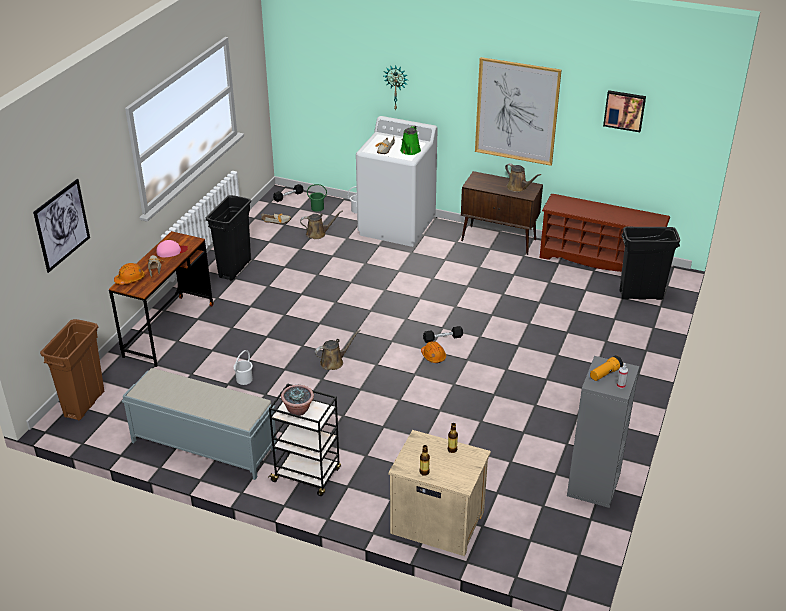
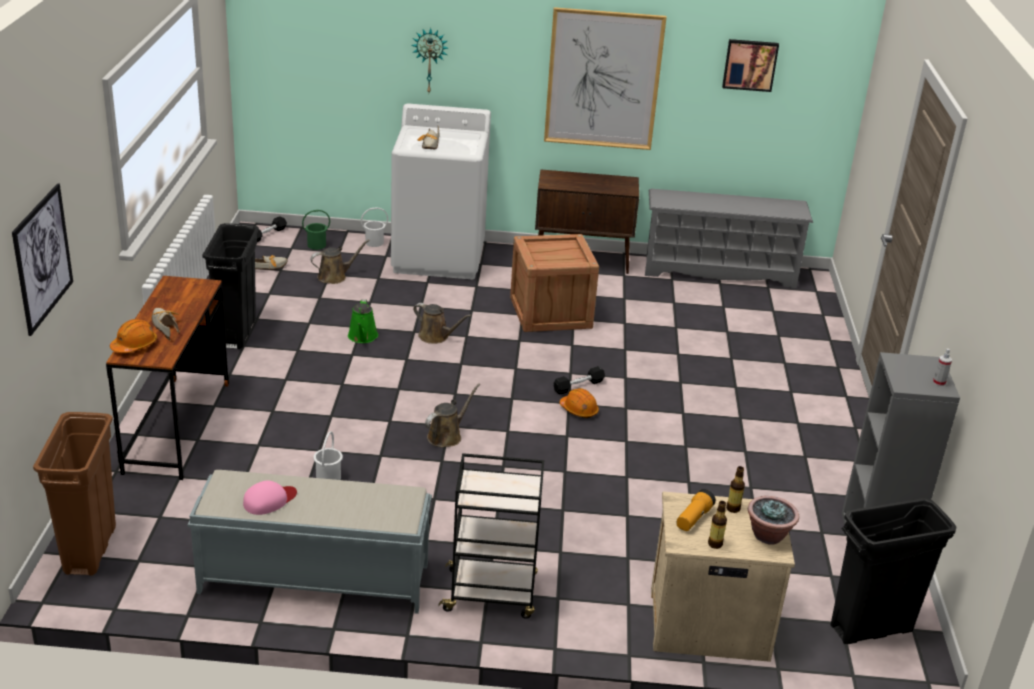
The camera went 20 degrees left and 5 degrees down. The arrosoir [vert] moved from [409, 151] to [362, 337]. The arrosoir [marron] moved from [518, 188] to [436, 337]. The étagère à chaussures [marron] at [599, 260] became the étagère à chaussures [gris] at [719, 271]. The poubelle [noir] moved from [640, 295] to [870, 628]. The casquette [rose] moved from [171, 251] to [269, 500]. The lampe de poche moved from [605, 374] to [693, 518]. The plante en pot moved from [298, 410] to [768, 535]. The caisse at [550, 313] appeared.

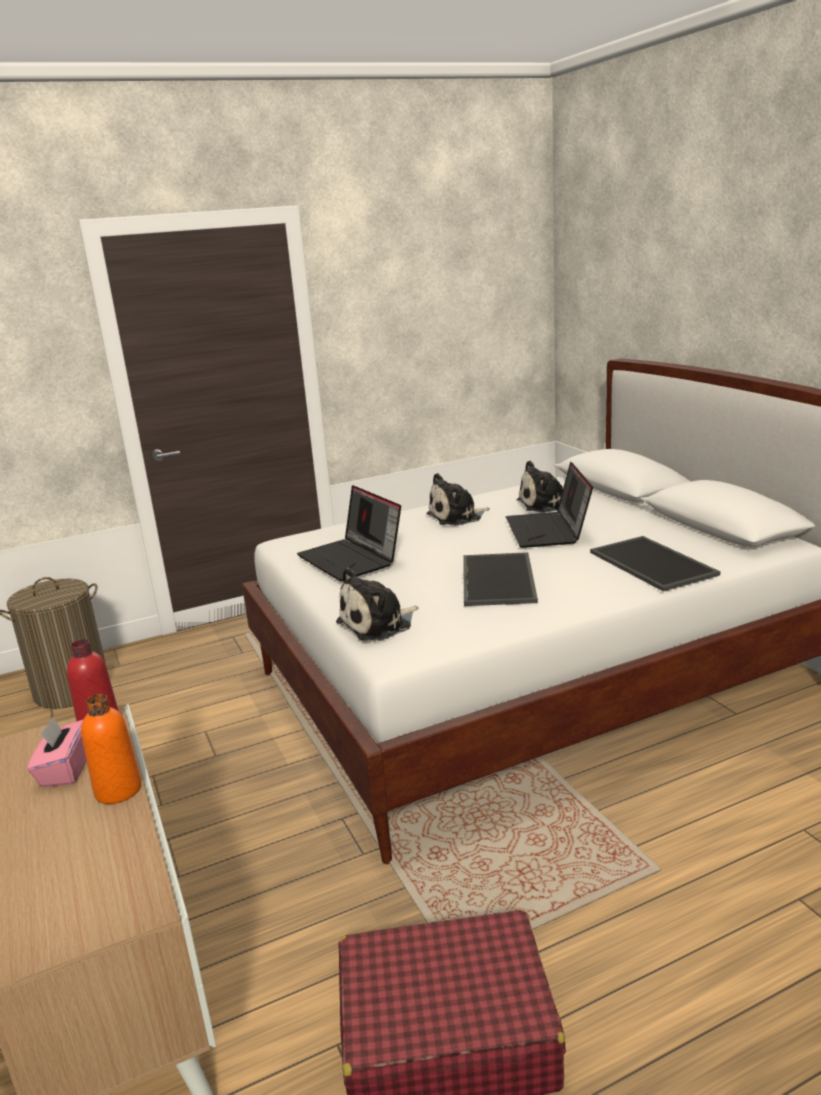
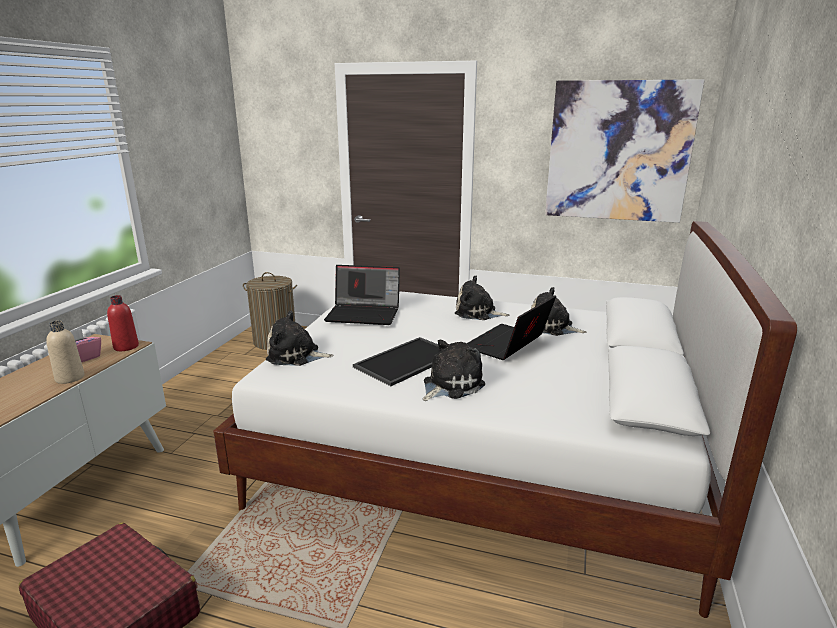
The camera went 40 degrees right and 0 degrees up. The ordinateur portable at [352, 559] turned 90 degrees counterclockwise. The plateau at [654, 563] disappeared. The bouteille [orange] at [118, 790] became the bouteille [beige] at [70, 378]. The tableau at [618, 152] appeared. The peluche at [450, 385] appeared.

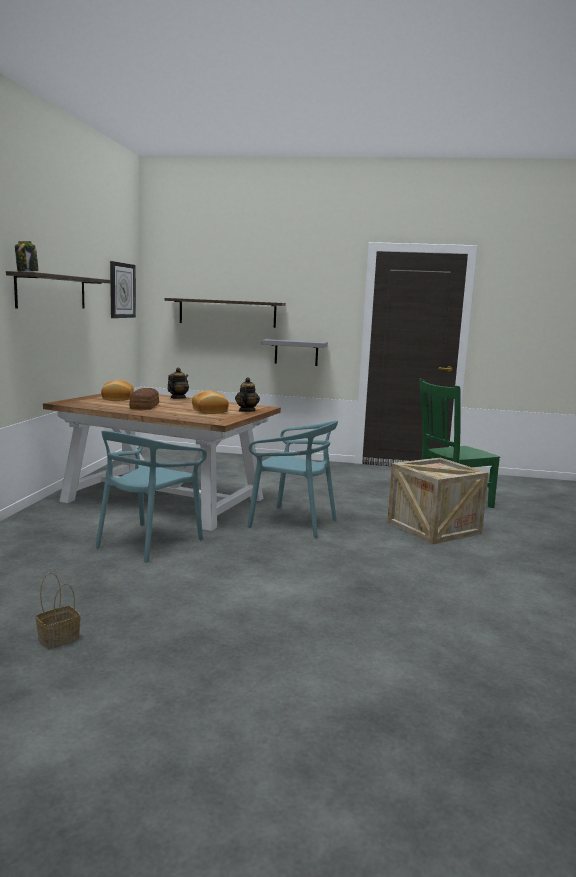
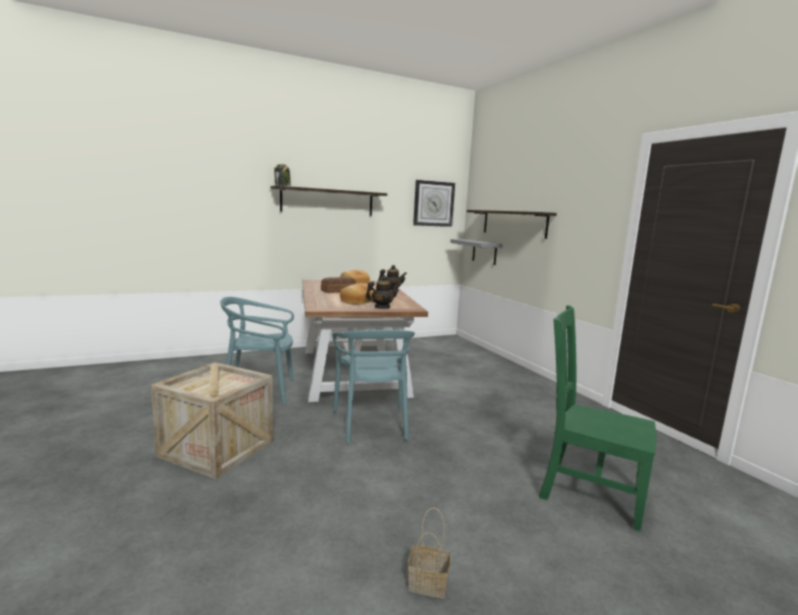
The camera went 55 degrees right and 0 degrees up. The étagère [gris] moved from [296, 352] to [484, 252]. The caisse moved from [433, 528] to [216, 449]. The panier moved from [58, 639] to [426, 584].

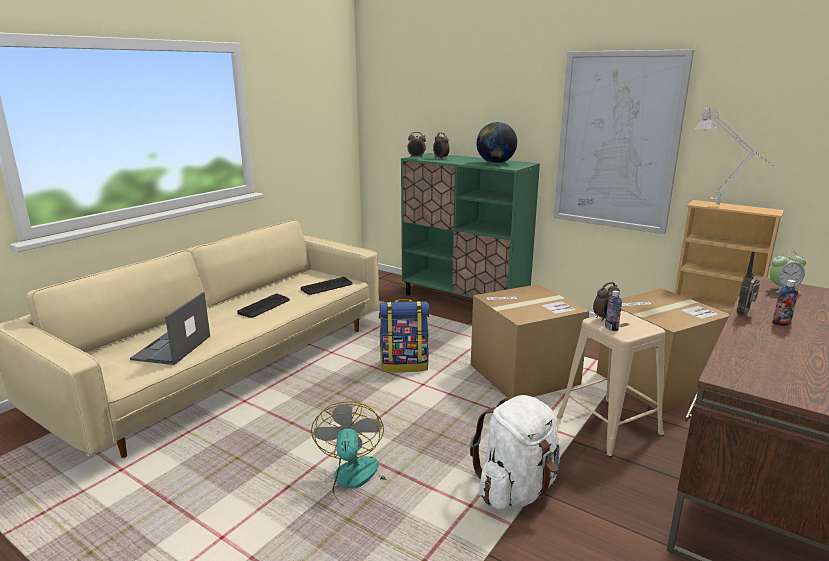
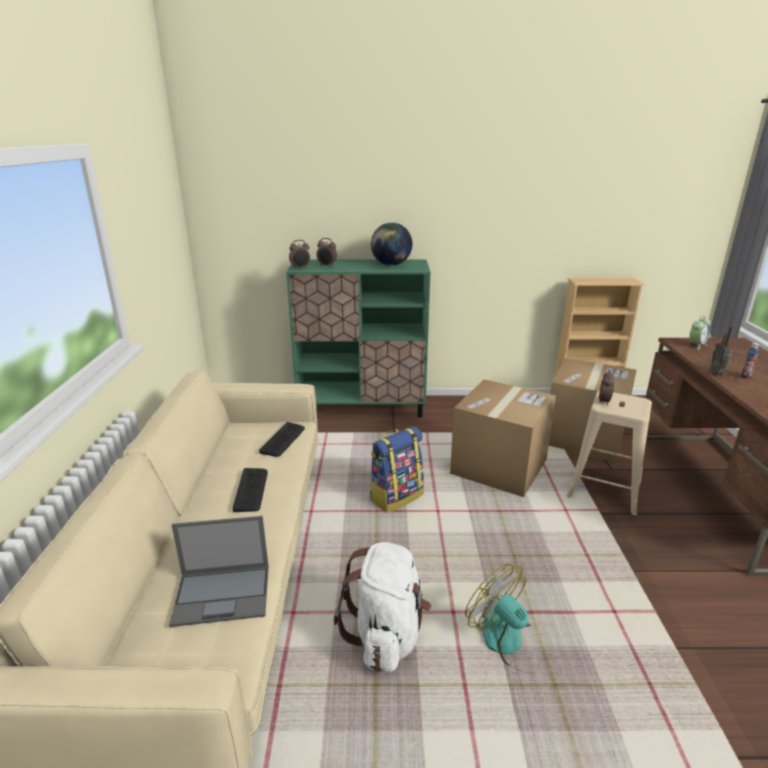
The camera went 35 degrees left and 5 degrees up. The tableau at [617, 142] disappeared. The lampe de table [gris] at [723, 206] disappeared. The bouteille at [611, 328] disappeared. The ordinateur portable at [171, 348] turned 75 degrees counterclockwise. The sac à dos [blanc] moved from [516, 489] to [386, 635].

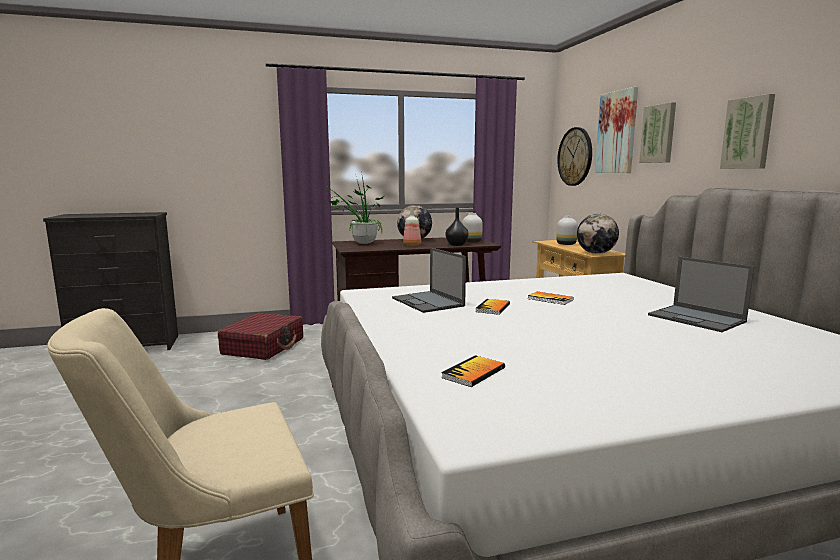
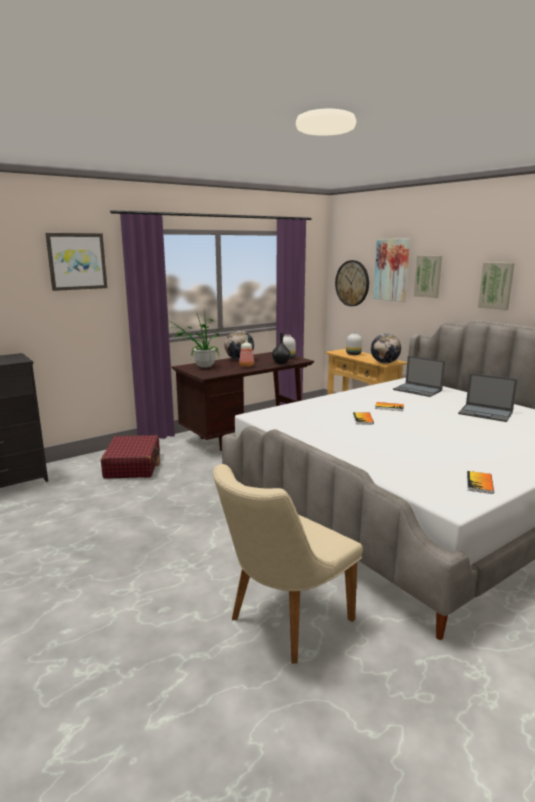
The camera went 20 degrees left and 5 degrees up. The ordinateur portable moved from [428, 302] to [418, 390]. The livre moved from [473, 373] to [479, 483]. The tableau at [77, 261] appeared.

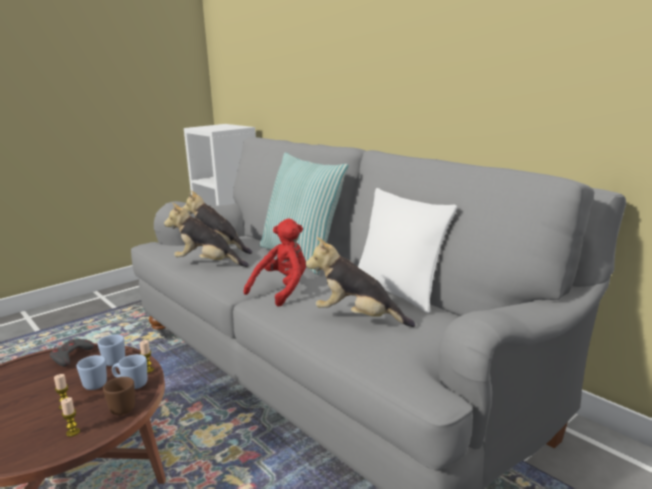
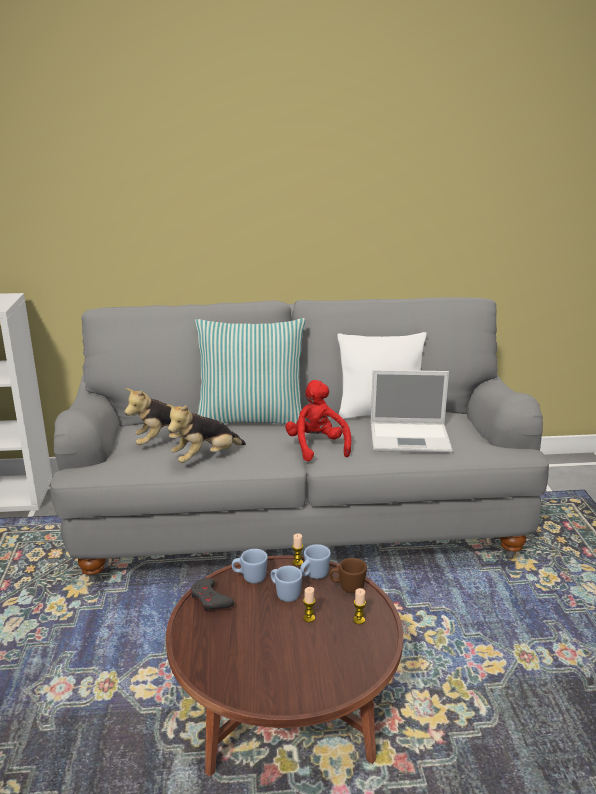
The camera went 55 degrees left and 5 degrees up. The peluche at [358, 318] was replaced by the ordinateur portable at [411, 438].

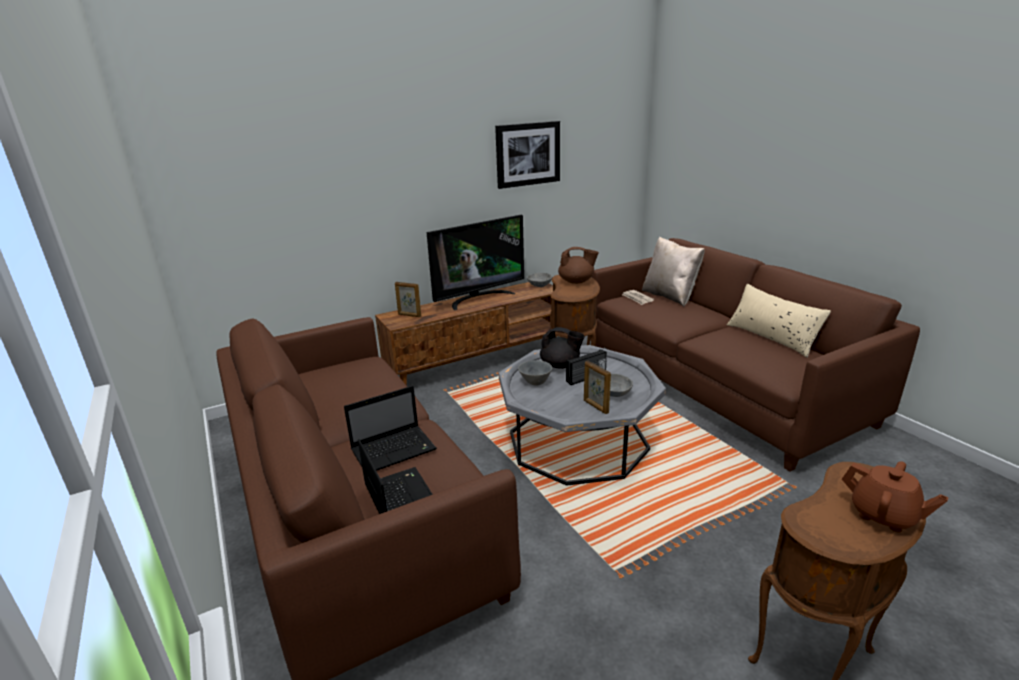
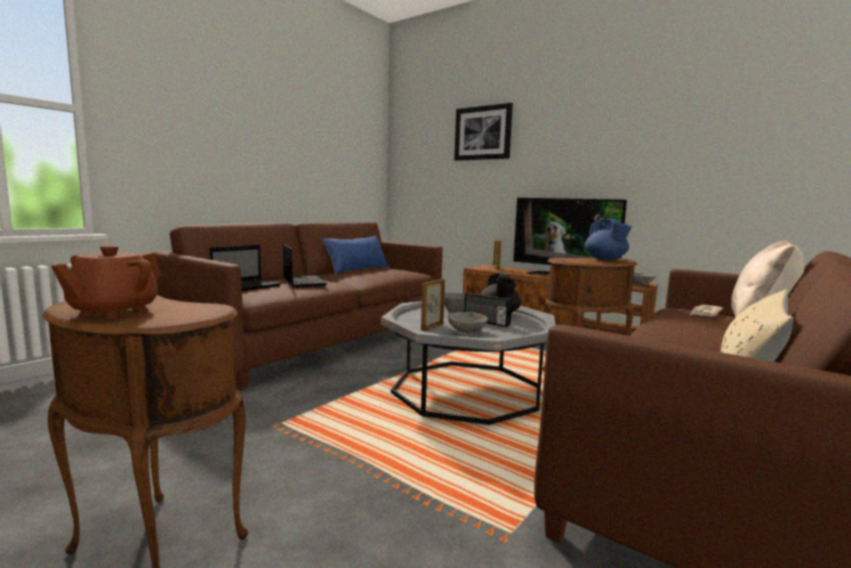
The camera went 65 degrees right and 15 degrees down. The tableau moved from [528, 154] to [483, 133]. The théière [marron] at [577, 282] became the théière [bleu] at [605, 260]. The ordinateur portable at [395, 450] turned 150 degrees counterclockwise. The coussin [bleu] at [357, 269] appeared.

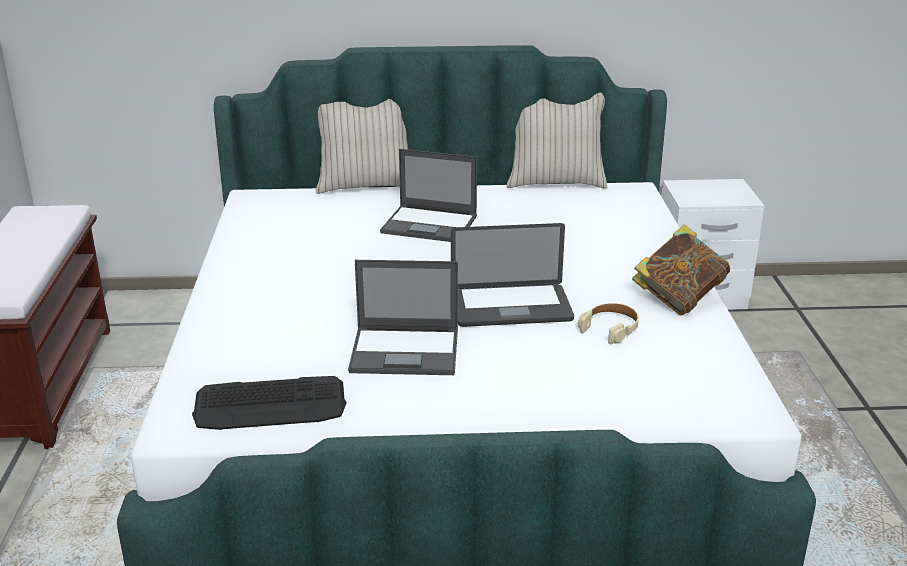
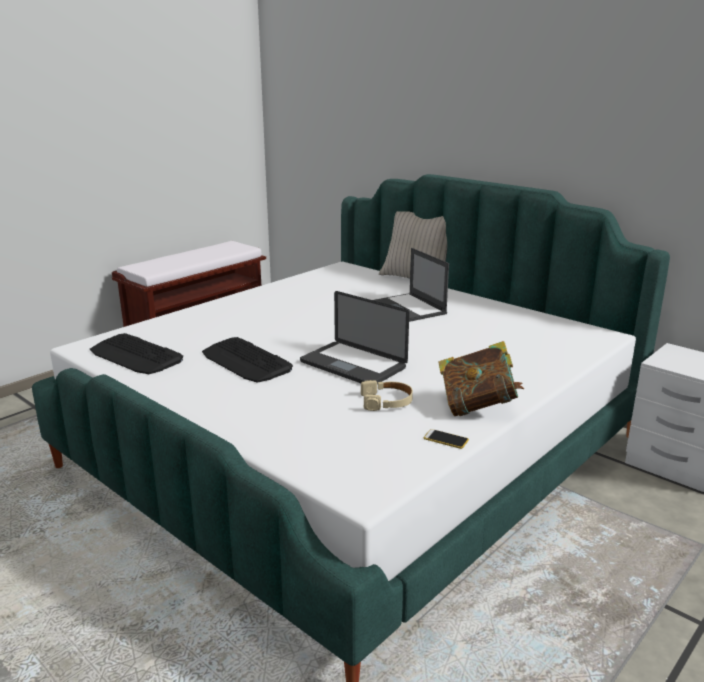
The camera went 45 degrees right and 5 degrees down. The coussin [beige] at [555, 182] disappeared. The ordinateur portable at [406, 352] was replaced by the clavier at [246, 361]. The téléphone at [446, 439] appeared.

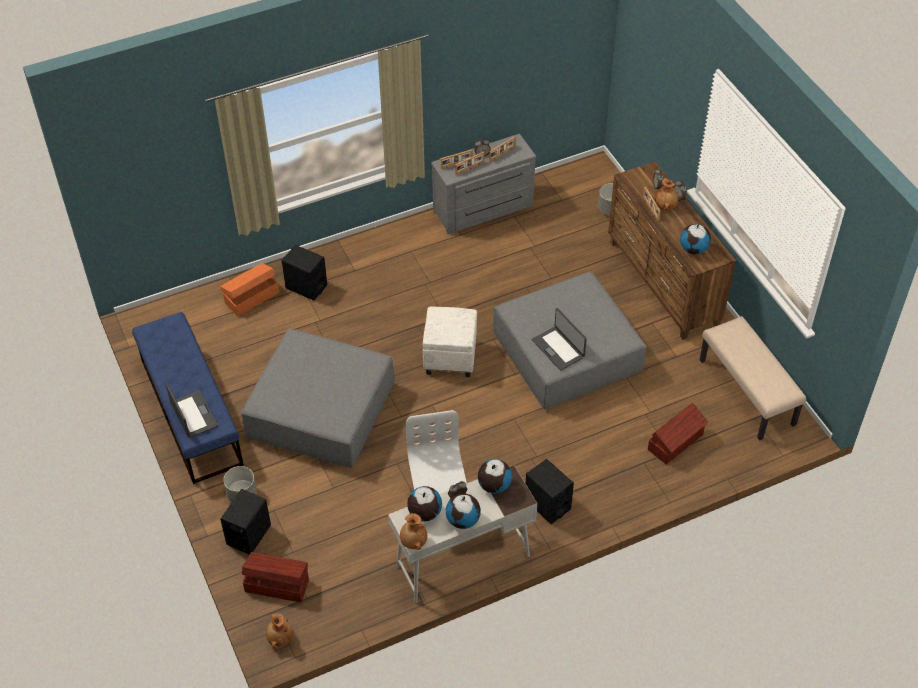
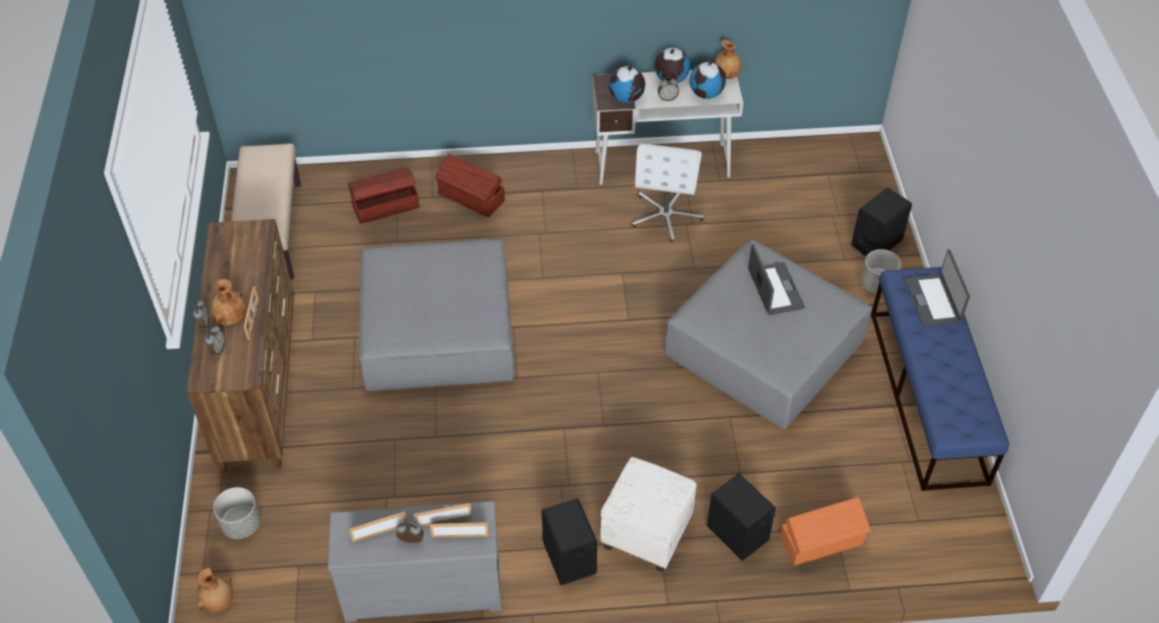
The camera went 160 degrees left and 0 degrees up. The globe at [694, 249] disappeared. The pouf [blanc] moved from [450, 357] to [646, 534]. The ordinateur portable moved from [558, 348] to [774, 289]. The enceinte [noir] moved from [547, 504] to [569, 558]. The boîte de rangement [marron] moved from [276, 584] to [471, 198]. The vase [marron] moved from [279, 638] to [218, 601].

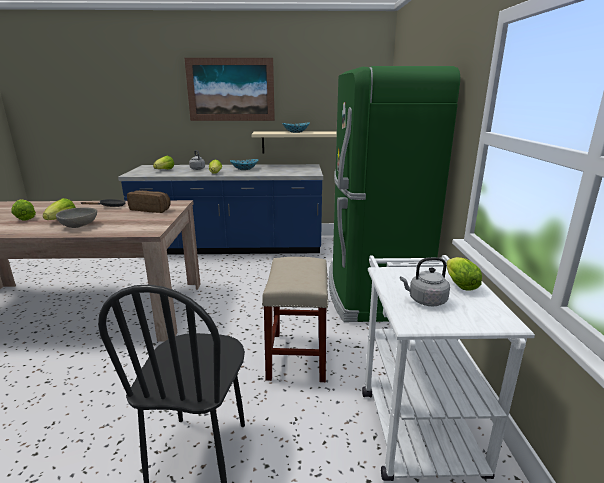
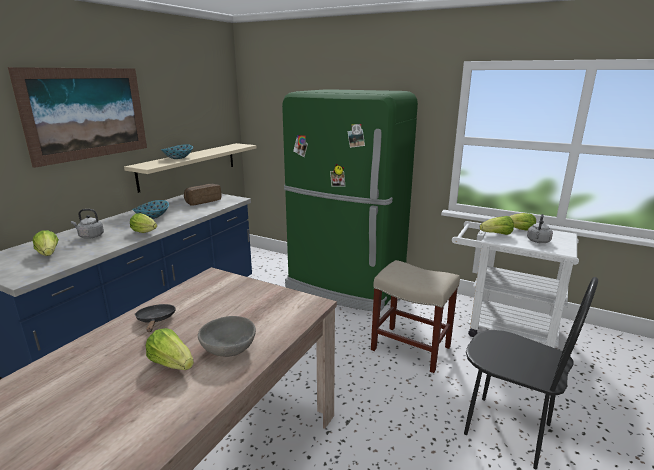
The camera went 60 degrees left and 0 degrees up. The pain moved from [151, 209] to [202, 201]. The laitue moved from [25, 218] to [497, 234].

